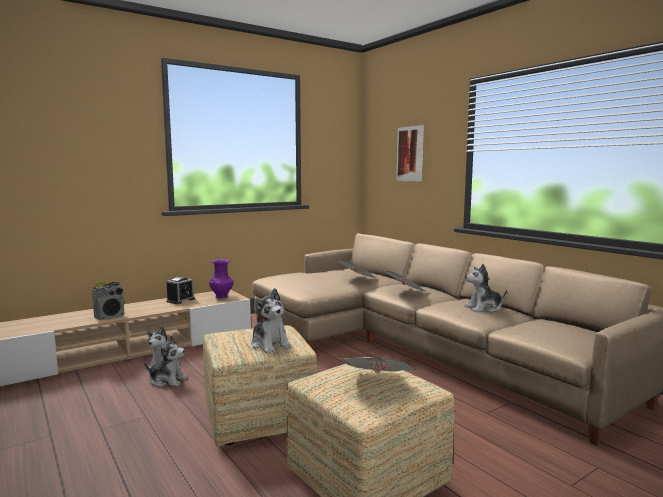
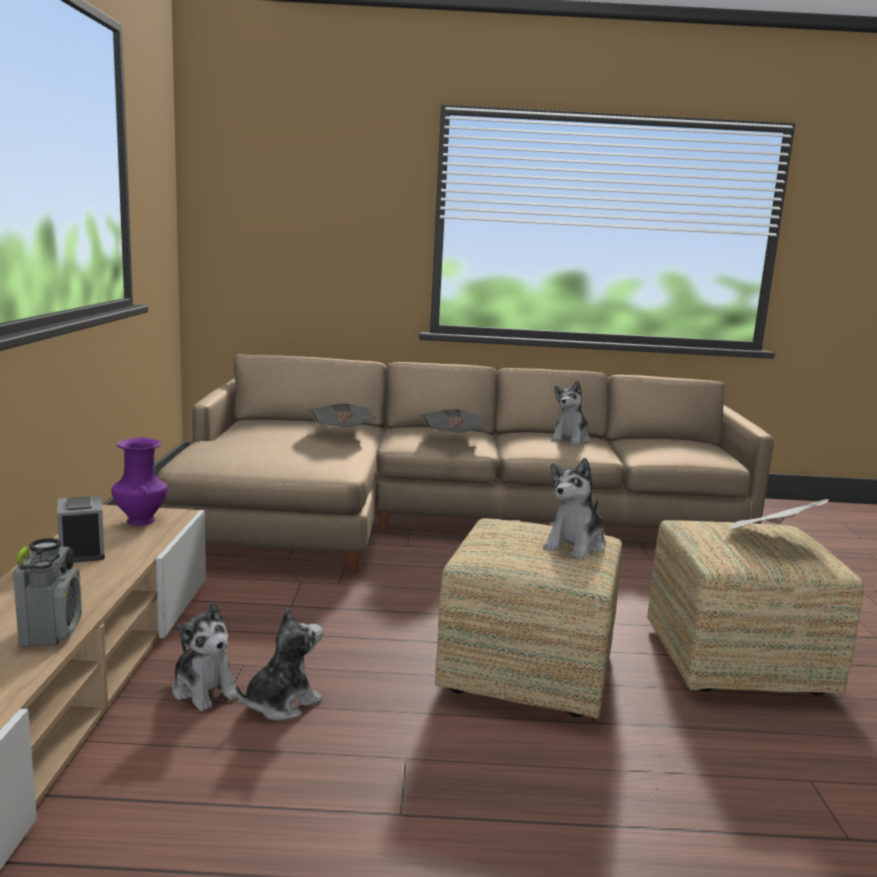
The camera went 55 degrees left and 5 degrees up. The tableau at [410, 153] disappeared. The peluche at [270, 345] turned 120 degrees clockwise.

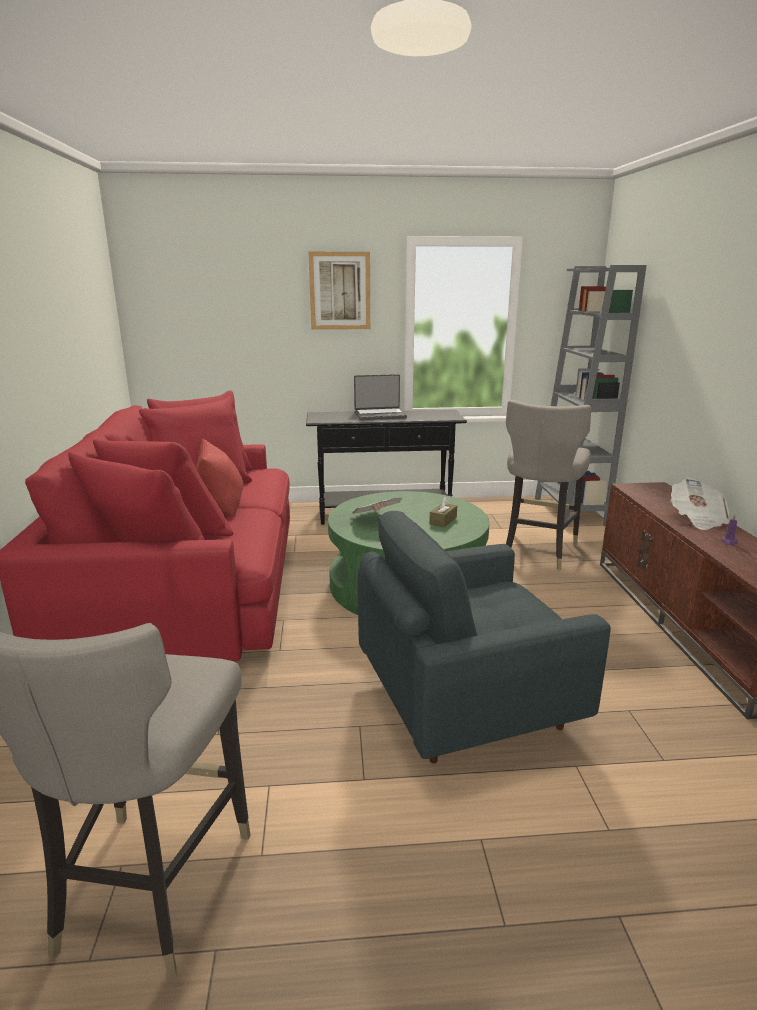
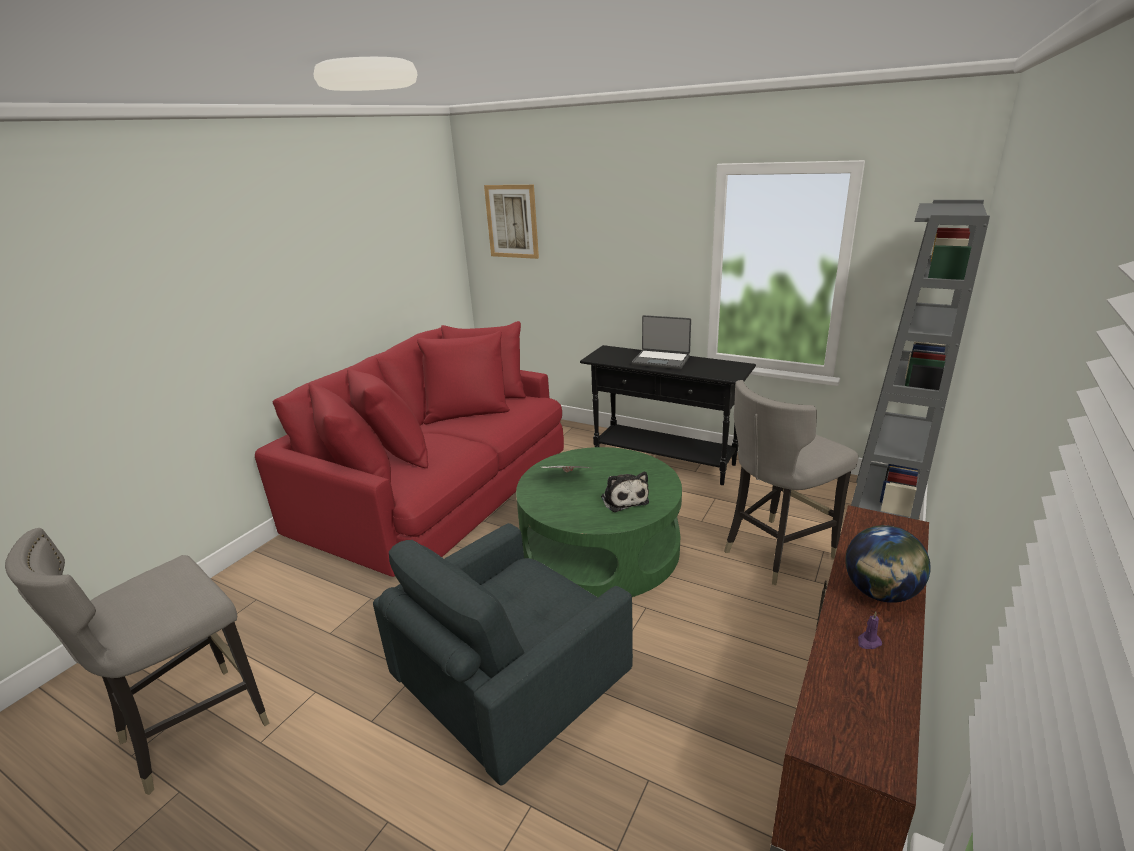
The camera went 35 degrees right and 5 degrees up. The tableau moved from [340, 291] to [512, 221]. The coussin [rouge] at [222, 506] disappeared. The journal at [697, 519] was replaced by the globe at [880, 593]. The boîte à mouchoirs [marron] at [443, 521] was replaced by the peluche at [624, 499]. The fauteuil [gris] at [464, 703] turned 60 degrees counterclockwise.

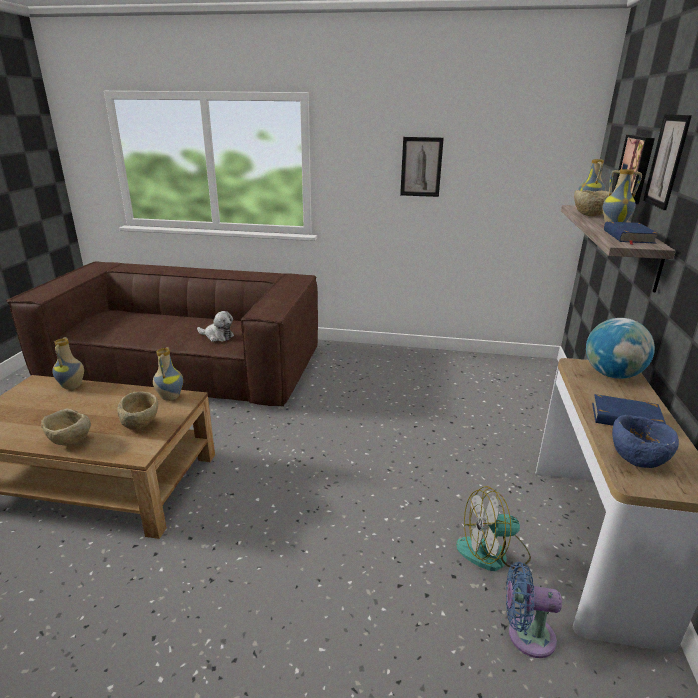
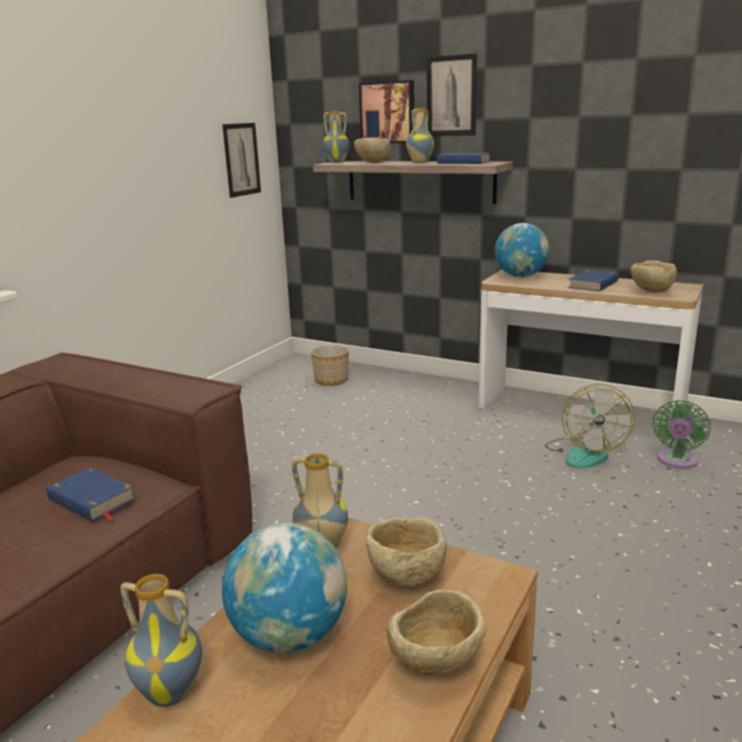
The camera went 70 degrees left and 5 degrees down. The tableau moved from [421, 167] to [241, 159]. The peluche at [217, 336] was replaced by the livre [bleu] at [91, 499]. The bol [bleu] at [637, 459] became the bol [beige] at [651, 291]. The ventilateur [bleu] at [526, 635] became the ventilateur [vert] at [676, 461]. The cache-pot at [331, 380] appeared. The globe at [289, 635] appeared.

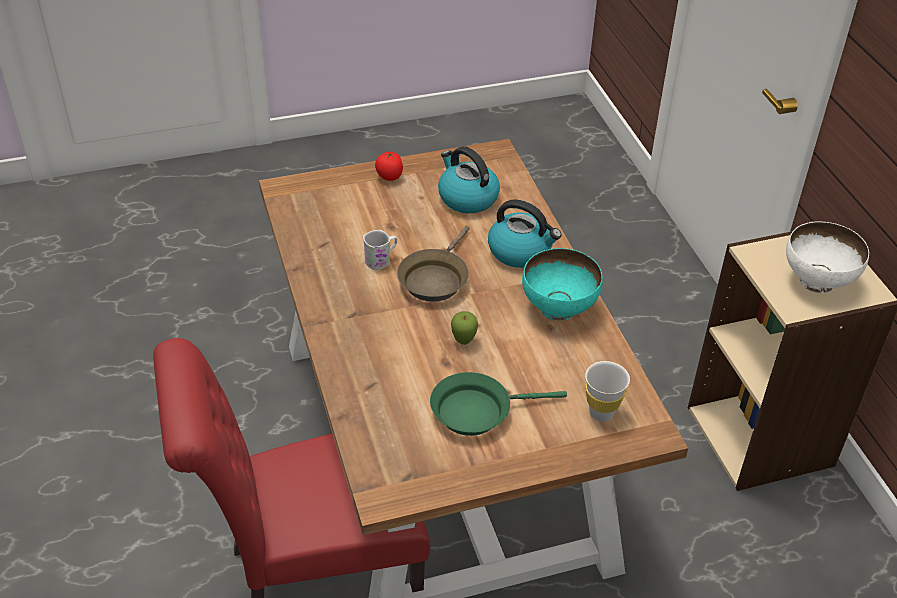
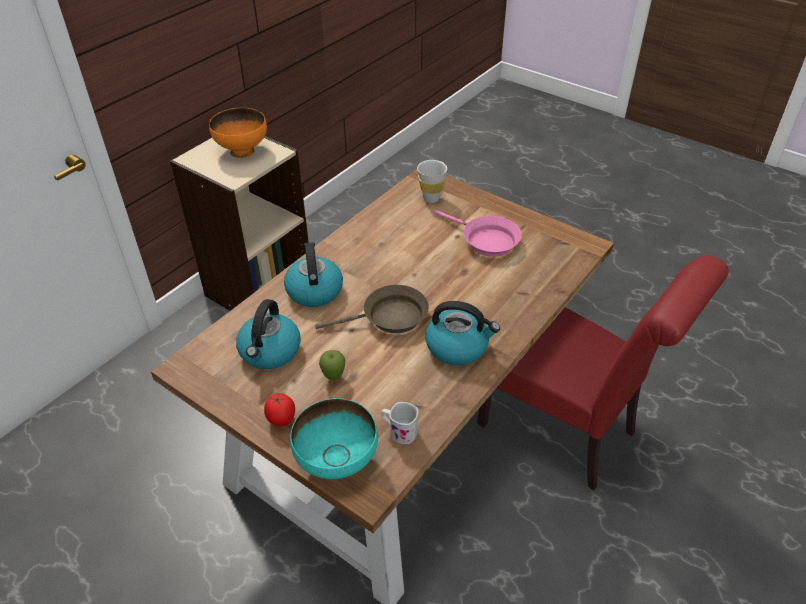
The camera went 125 degrees left and 0 degrees up. The bol [blanc] at [817, 282] became the bol [orange] at [243, 151]. The mug [blanc] moved from [381, 260] to [399, 432]. The bol [turquoise] moved from [558, 309] to [337, 462]. The pomme moved from [463, 341] to [333, 377]. The poêle [vert] at [477, 411] became the poêle [rose] at [486, 241]. The bouilloire at [458, 347] appeared.

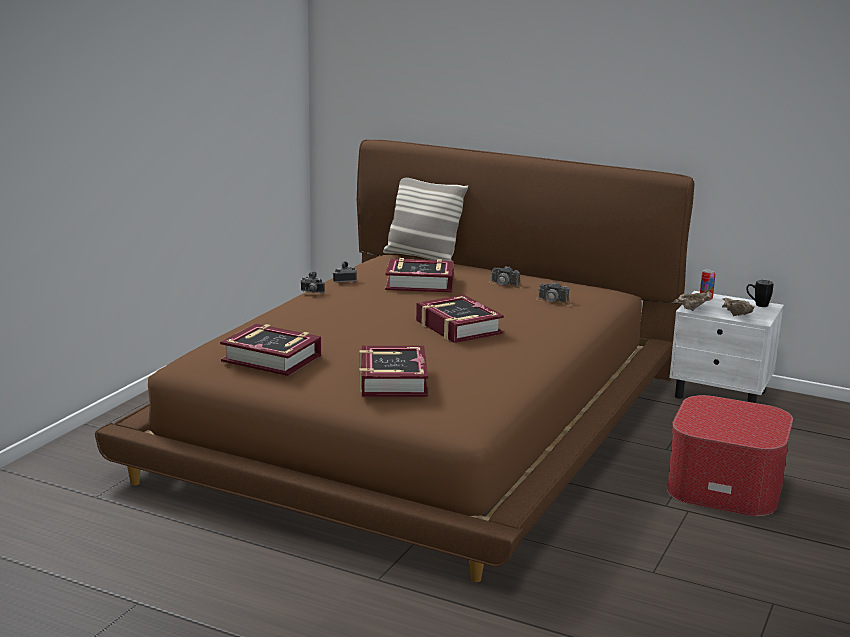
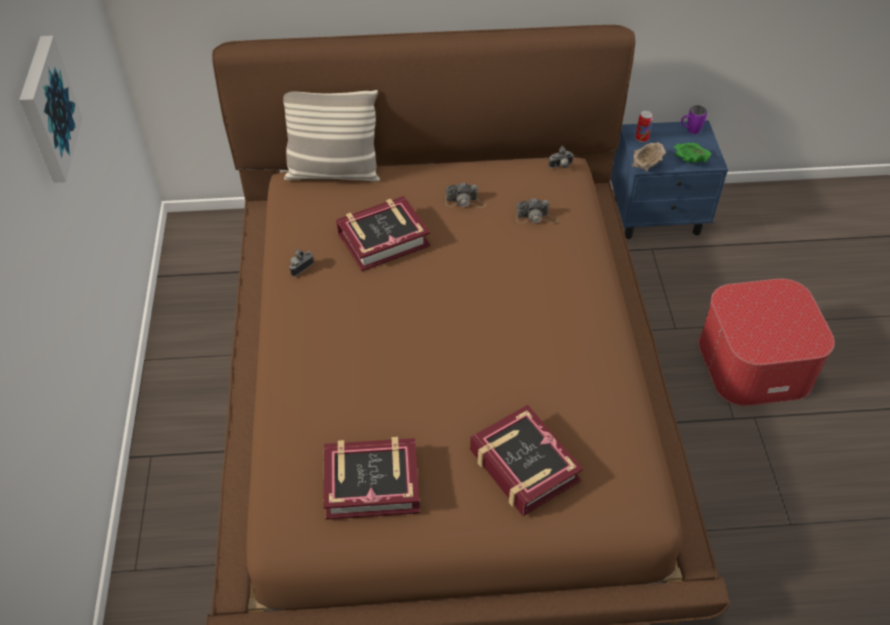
The camera went 30 degrees left and 30 degrees up. The appareil photo moved from [311, 292] to [561, 166]. The mug [noir] at [757, 305] became the mug [violet] at [690, 131]. The table de chevet [blanc] at [721, 395] became the table de chevet [bleu] at [658, 216]. The livre at [458, 327] disappeared. The bol [beige] at [736, 316] became the bol [vert] at [690, 162]. The tableau at [46, 109] appeared.

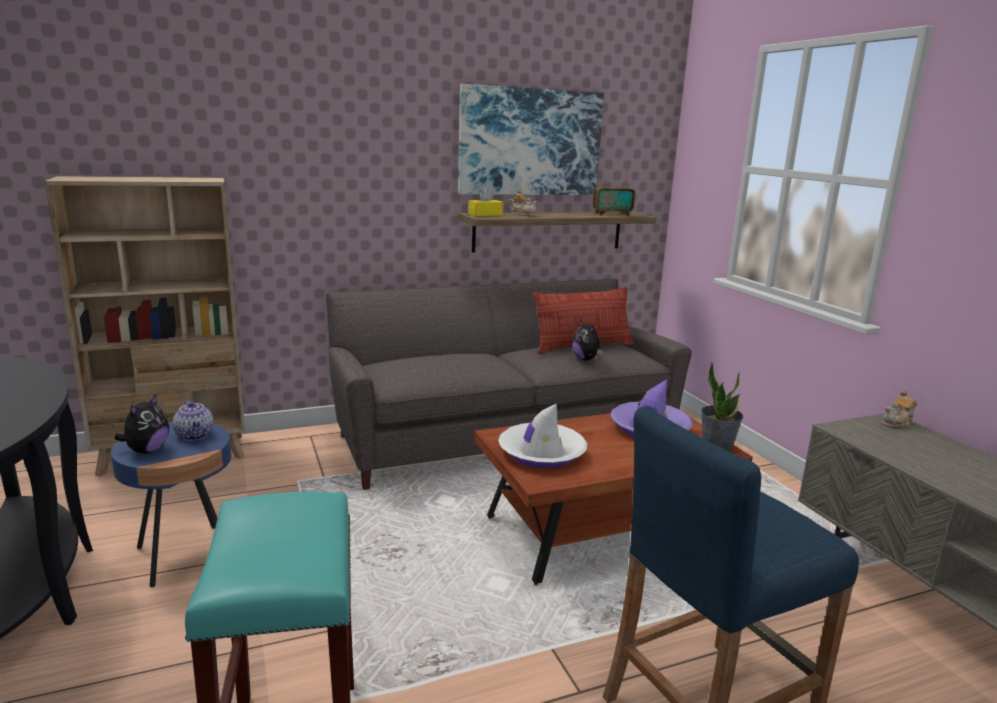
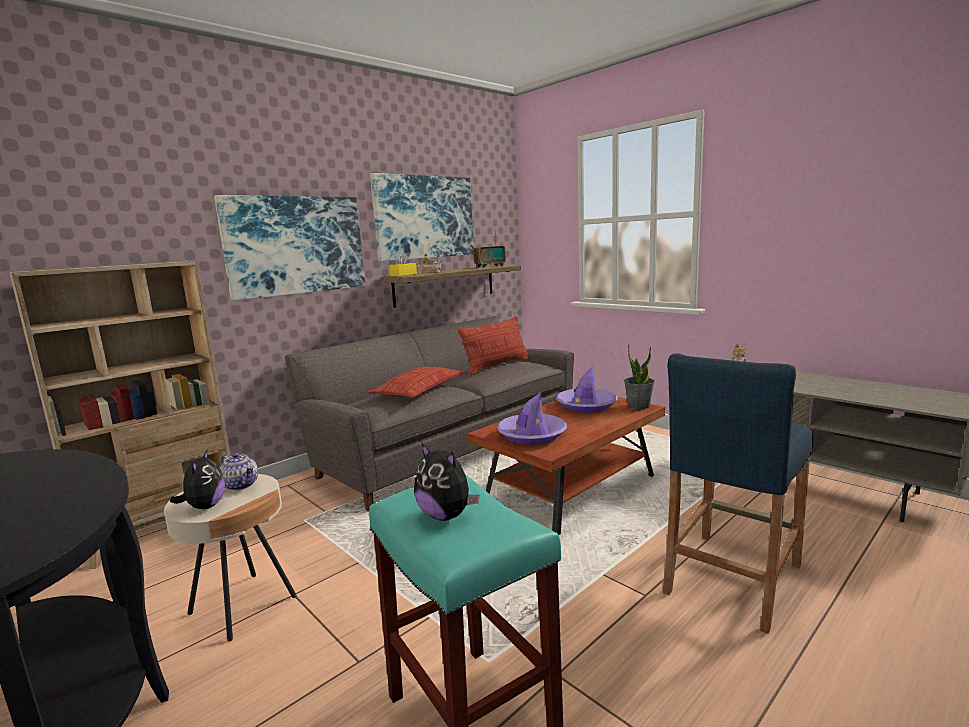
The camera went 20 degrees left and 5 degrees down. The peluche moved from [586, 359] to [446, 515]. The chapeau [blanc] at [541, 453] became the chapeau [violet] at [531, 435]. The table d'appoint [bleu] at [185, 555] became the table d'appoint [beige] at [243, 605]. The tableau at [295, 245] appeared. The coussin at [419, 390] appeared.

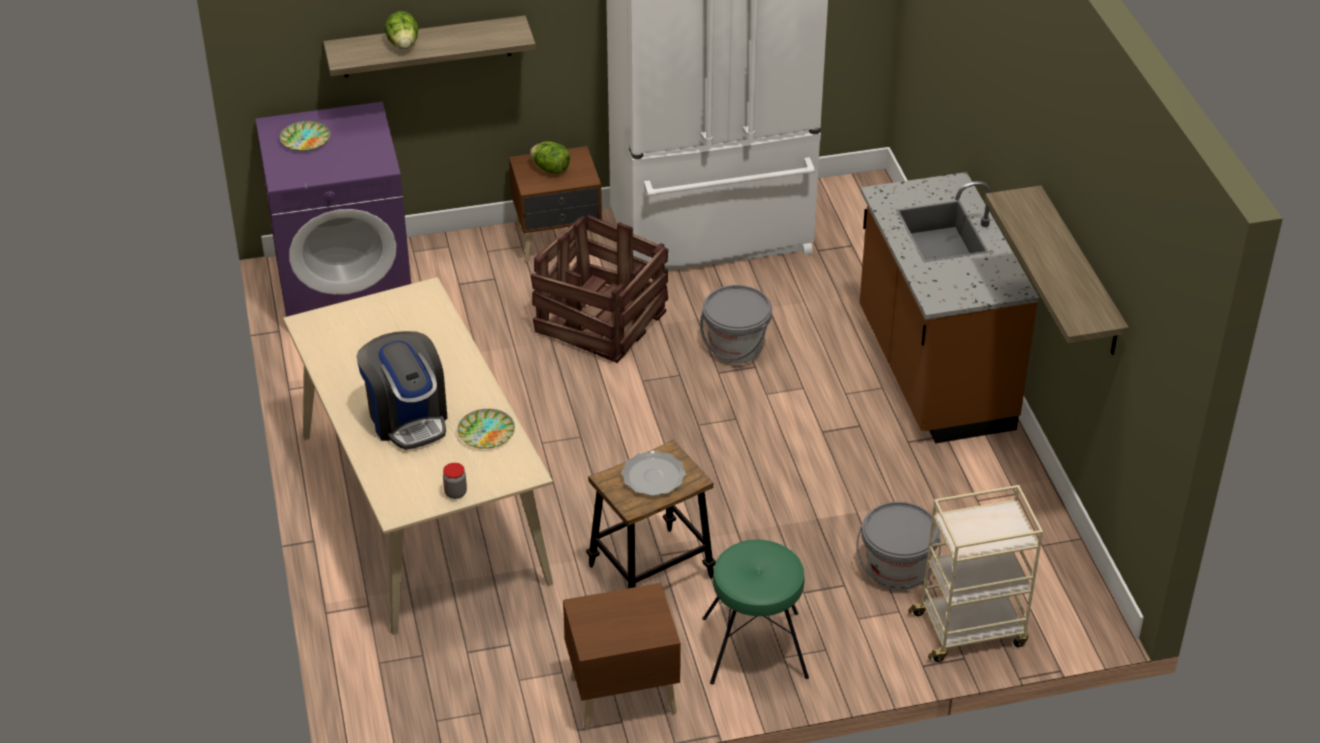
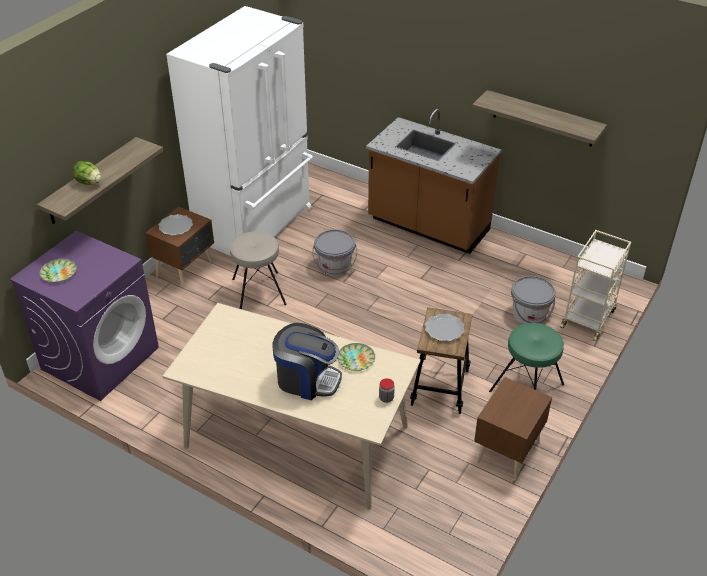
The camera went 45 degrees left and 0 degrees up. The laitue at [550, 169] was replaced by the assiette at [176, 226]. The caisse at [602, 320] was replaced by the tabouret [beige] at [258, 292].

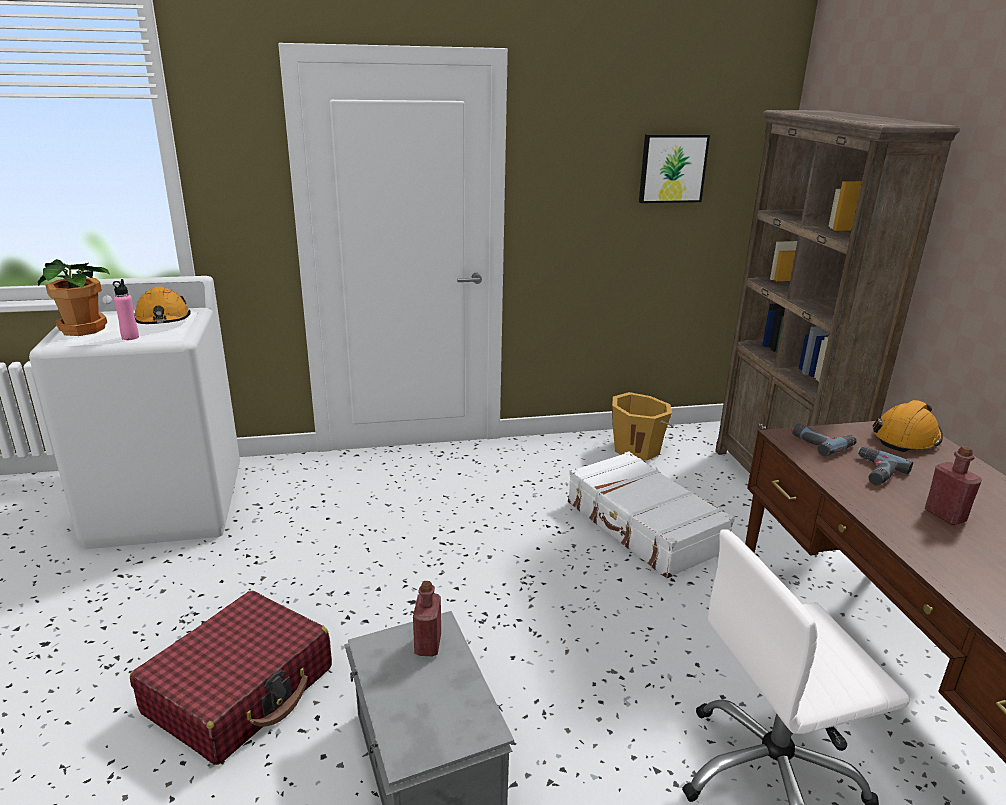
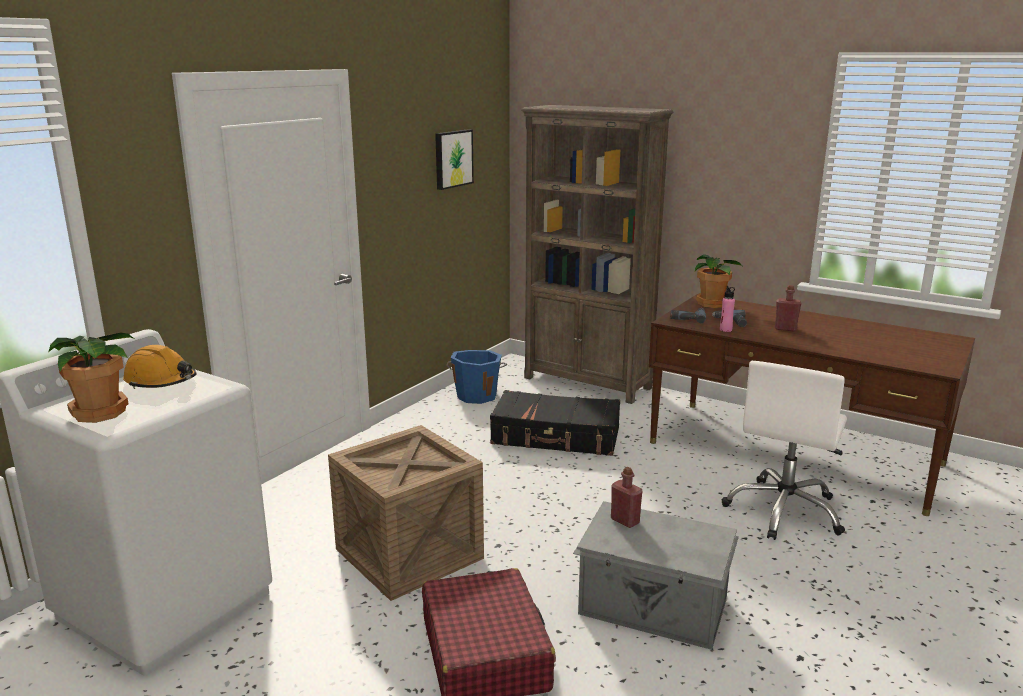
The camera went 45 degrees left and 5 degrees down. The bouteille [rose] moved from [130, 337] to [725, 330]. The seau [orange] at [637, 448] became the seau [bleu] at [477, 395]. The casque de chantier [orange] at [906, 438] was replaced by the plante en pot at [712, 303]. The valise [blanc] at [643, 527] became the valise [noir] at [556, 437]. The caisse at [409, 554] appeared.

